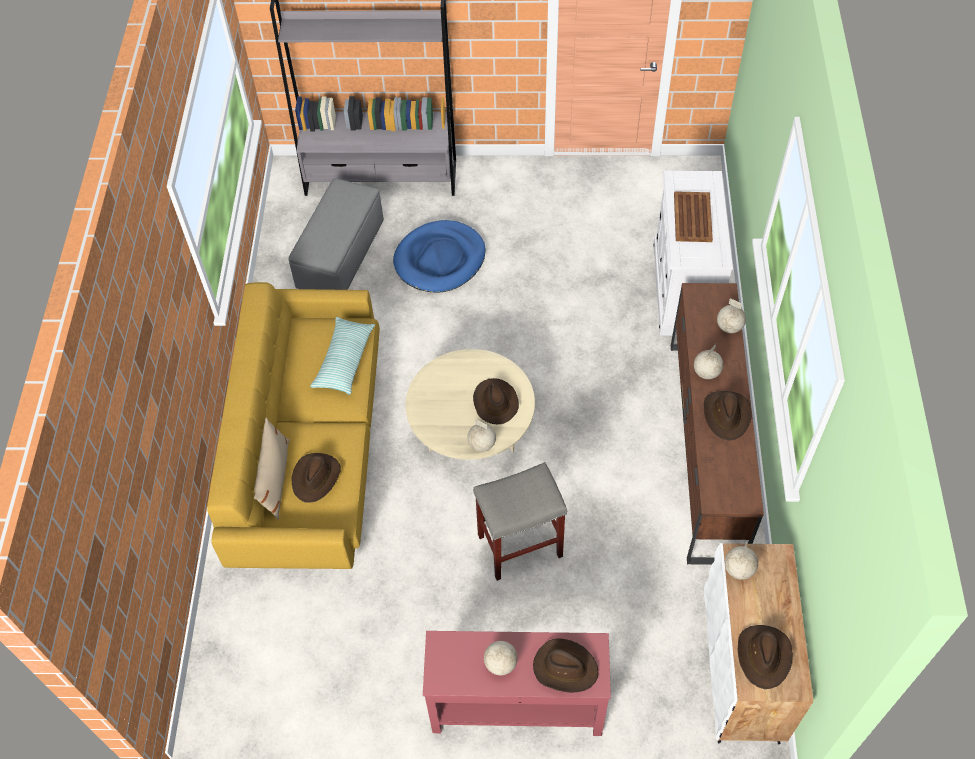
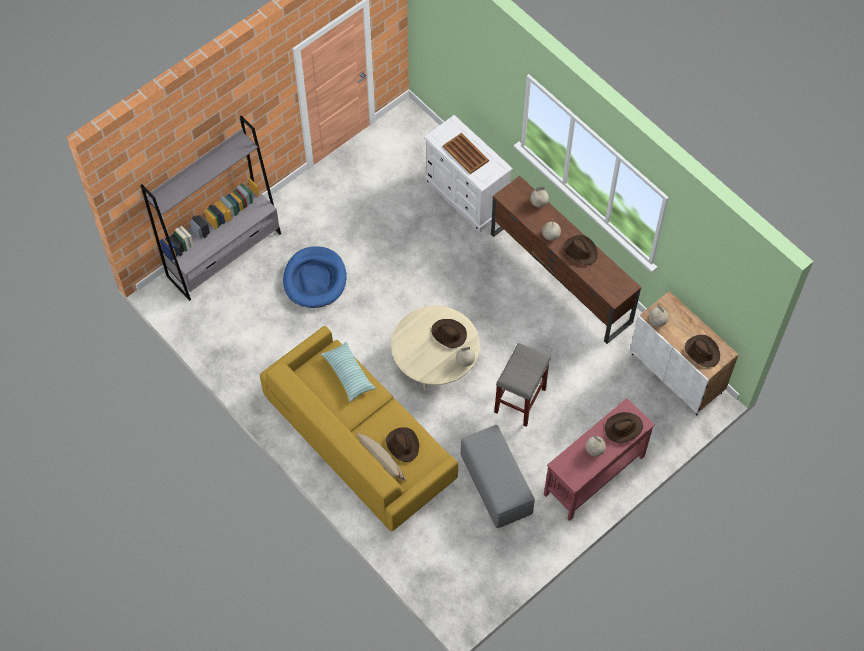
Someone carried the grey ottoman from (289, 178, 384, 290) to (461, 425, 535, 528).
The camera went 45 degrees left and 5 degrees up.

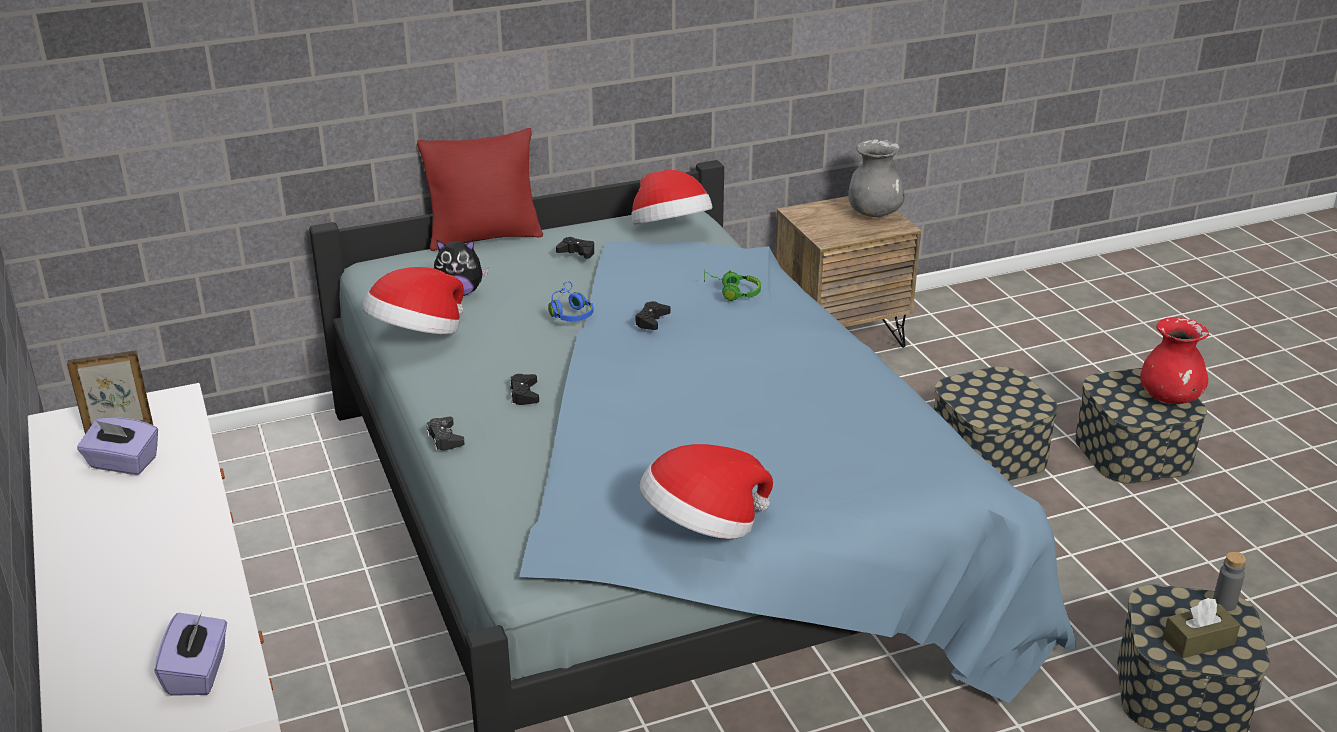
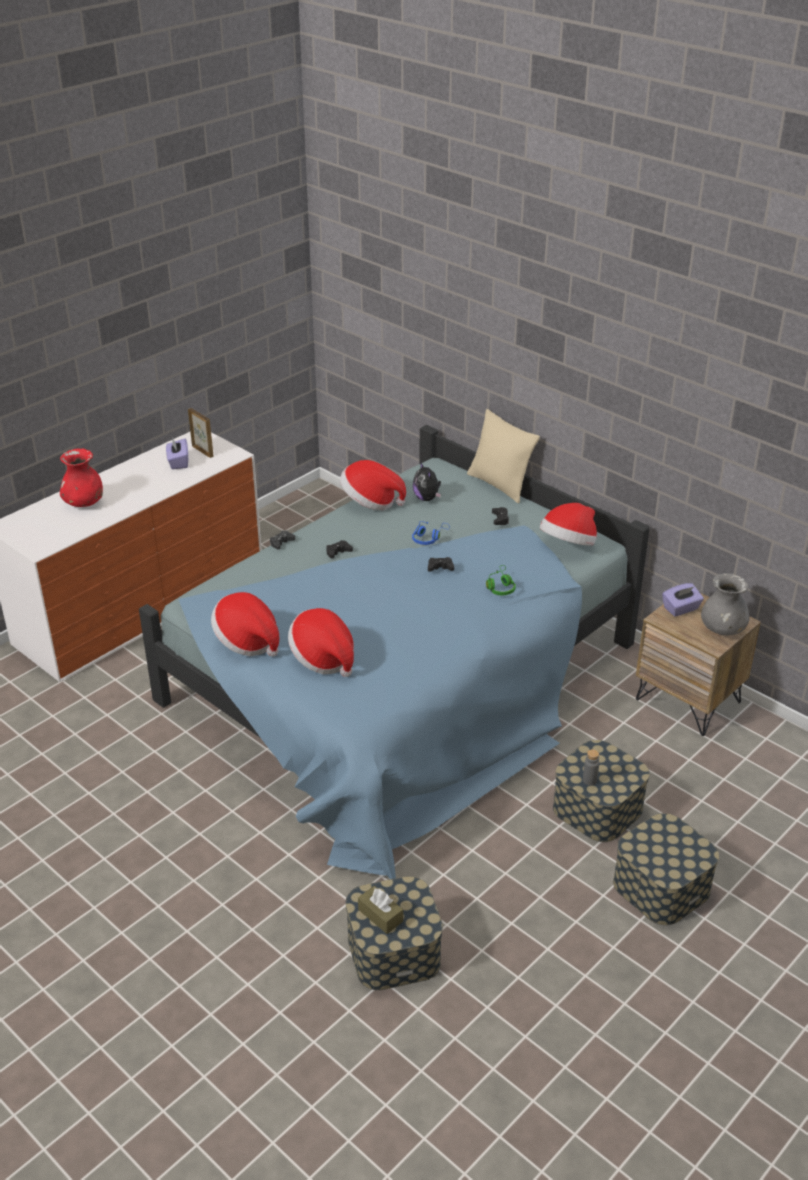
Someone put down the hat at (288, 608, 354, 677).
Someone carried the purple tissue box from (154, 612, 227, 696) to (662, 583, 704, 617).
Someone carried the red vase from (1140, 317, 1209, 404) to (60, 449, 103, 507).
Someone carried the grey bottle from (1213, 552, 1246, 611) to (583, 749, 599, 786).
Someone repainted the red pillow at (417, 128, 543, 251), which became the beige pillow at (467, 409, 540, 503).
The camera went 65 degrees right and 5 degrees up.

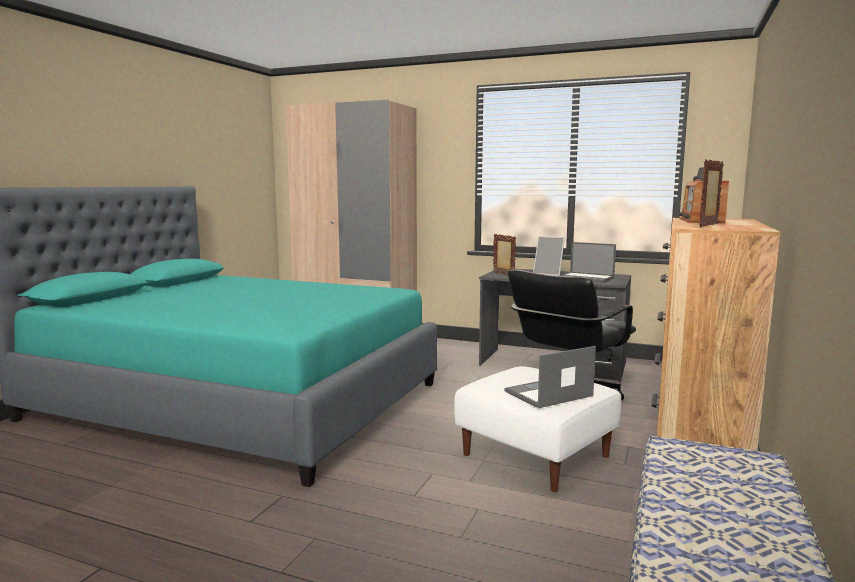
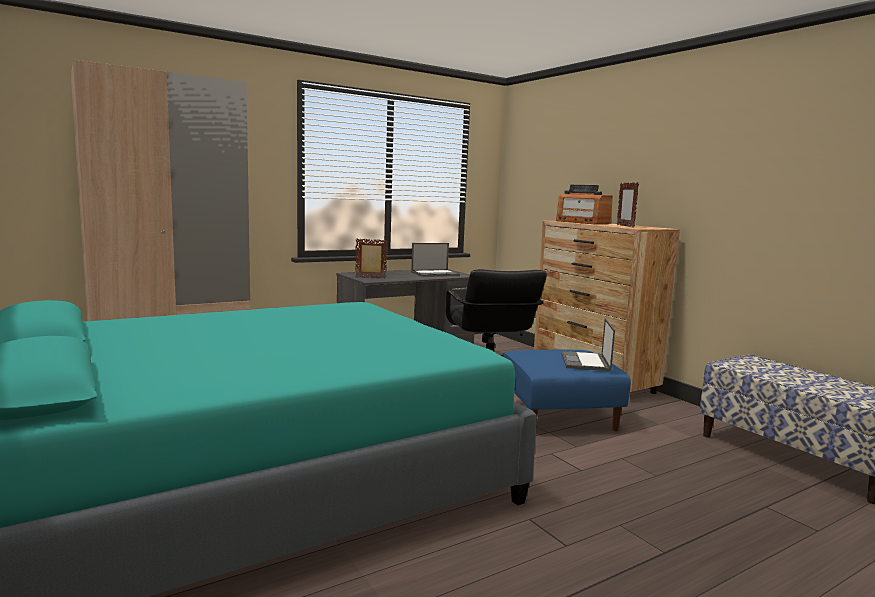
Someone took away the picture frame at (533, 236, 565, 276).
Someone repainted the white ottoman at (454, 366, 621, 492), which became the blue ottoman at (503, 350, 631, 431).
The camera went 55 degrees left and 0 degrees up.

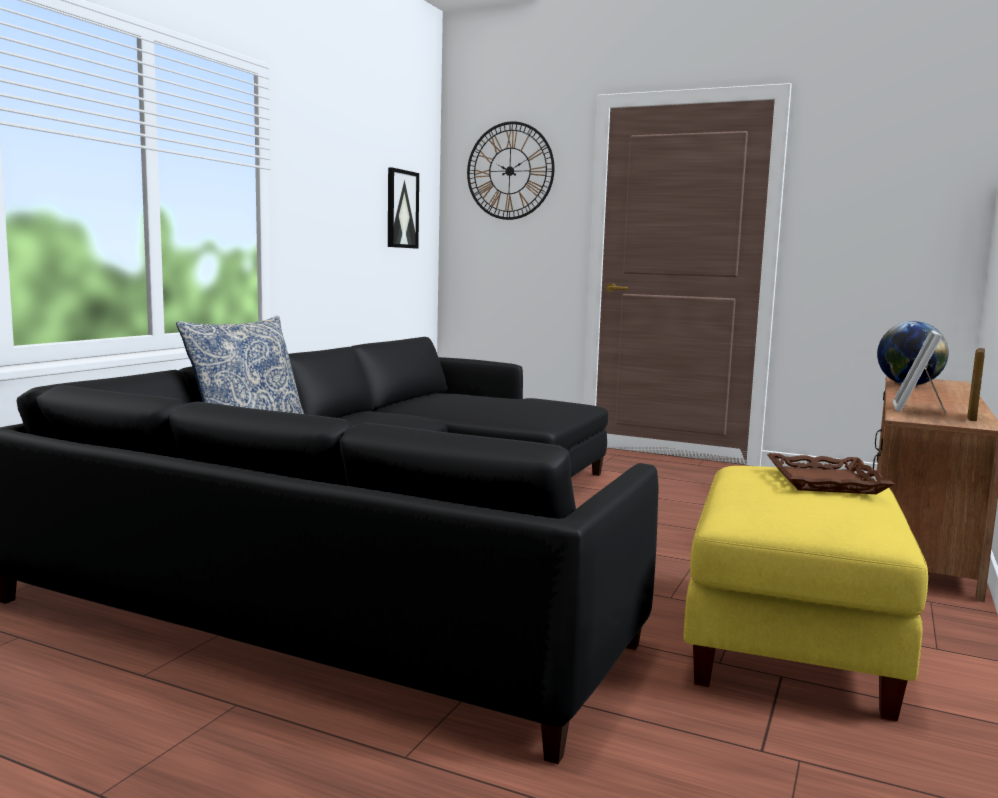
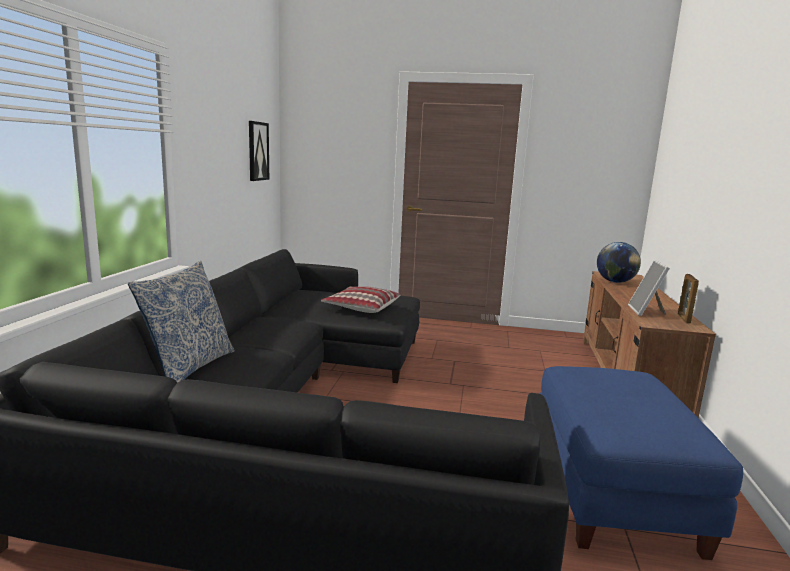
Someone took away the wall clock at (467, 121, 554, 220).
Someone took away the brown tray at (767, 453, 895, 494).
Someone put down the pillow at (321, 287, 400, 313).
Someone repainted the yellow ottoman at (684, 466, 928, 721), which became the blue ottoman at (539, 366, 743, 560).
The camera went 15 degrees left and 5 degrees up.

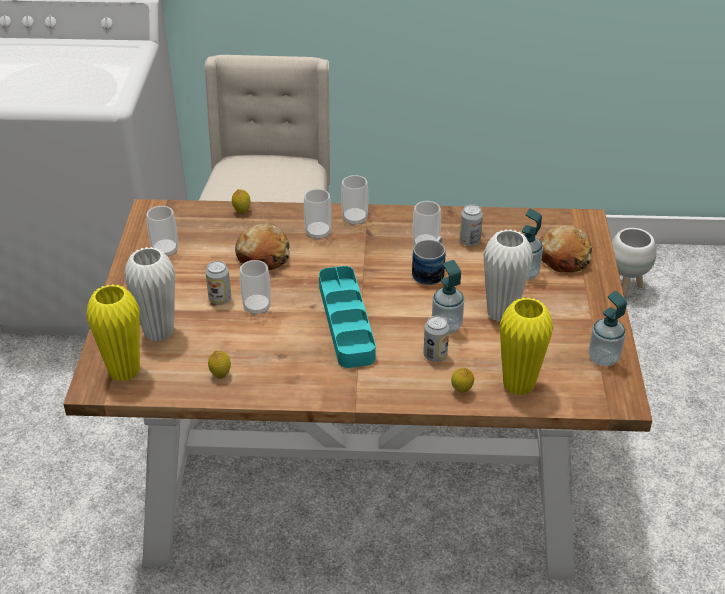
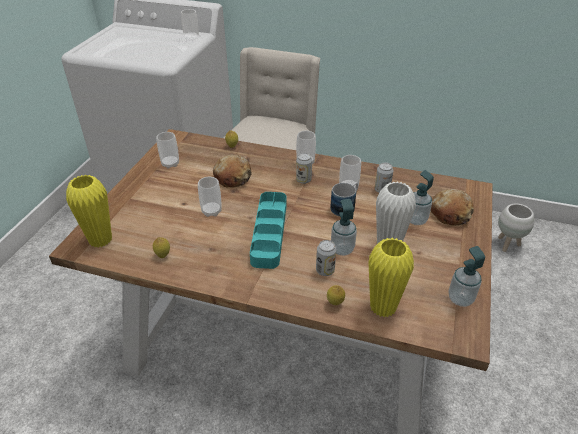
Someone took away the white vase at (124, 247, 175, 342).
Someone carried the can from (205, 261, 231, 305) to (296, 153, 312, 184).
Someone carried the cup from (304, 189, 332, 240) to (181, 9, 199, 41).
The camera went 15 degrees right and 0 degrees up.

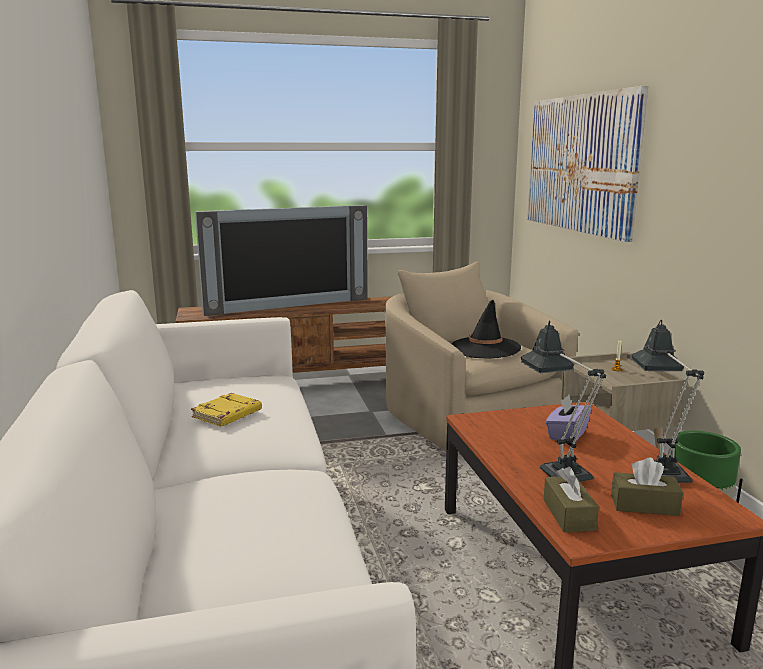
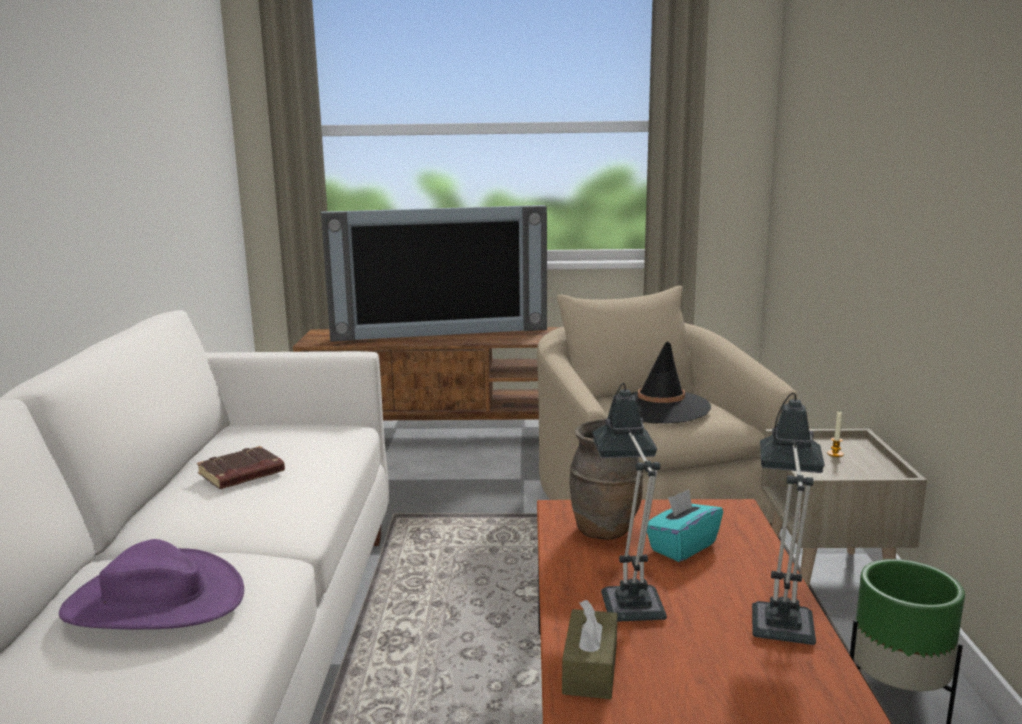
Someone took away the picture at (527, 86, 648, 242).
Someone took away the brown tissue box at (611, 458, 683, 516).
Someone put down the purple hat at (59, 539, 244, 629).
Someone put down the brown vase at (569, 419, 643, 540).
Someone repainted the yellow book at (191, 393, 262, 426), which became the brown book at (197, 446, 285, 489).
Someone repainted the purple tissue box at (546, 395, 592, 441), which became the turquoise tissue box at (647, 489, 723, 562).
The camera went 15 degrees right and 0 degrees up.

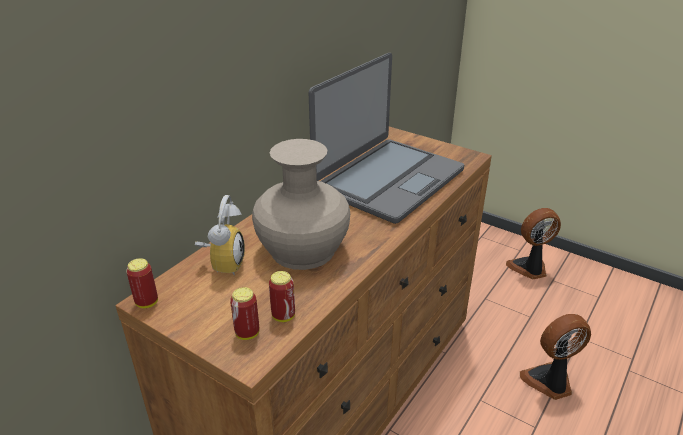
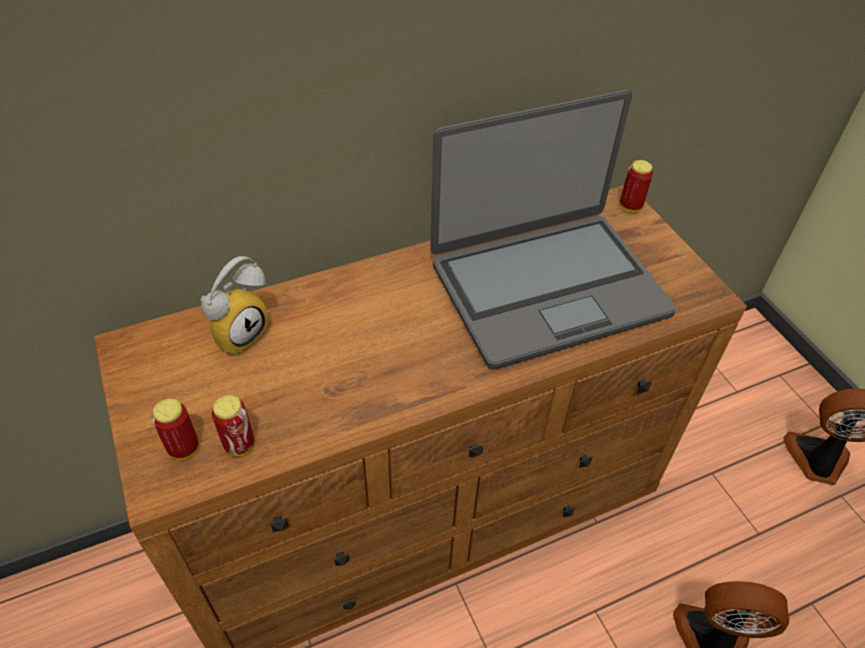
Someone took away the beige vase at (252, 139, 350, 270).
Someone carried the can from (126, 258, 158, 308) to (620, 160, 653, 213).
The camera went 30 degrees right and 15 degrees up.

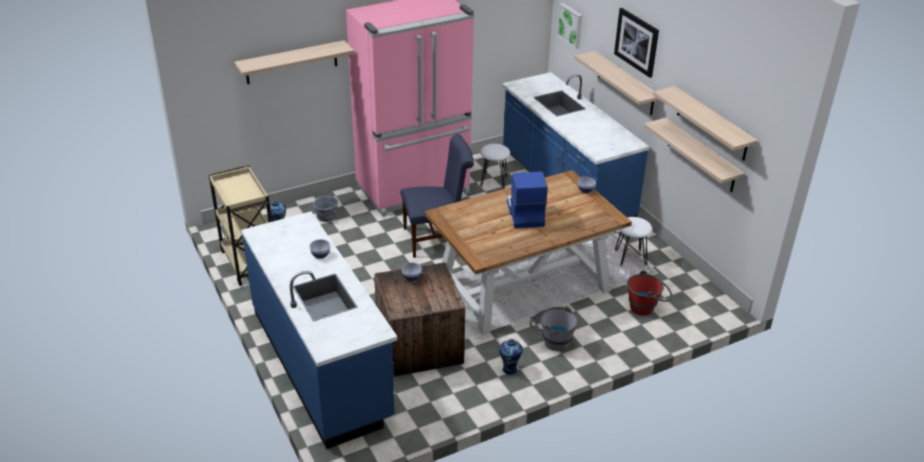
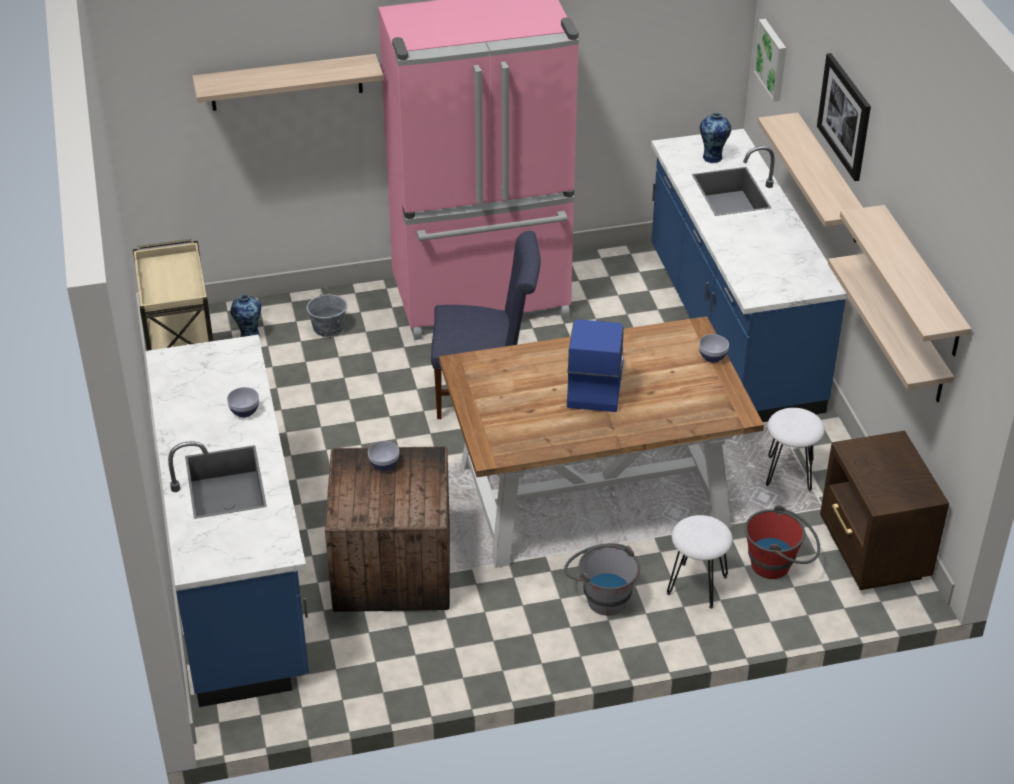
Someone put down the brown nightstand at (820, 430, 949, 590).
Someone carried the white stool from (480, 144, 510, 189) to (667, 515, 733, 609).
Someone carried the vase from (499, 339, 523, 375) to (700, 112, 731, 163).
The camera went 15 degrees right and 5 degrees up.

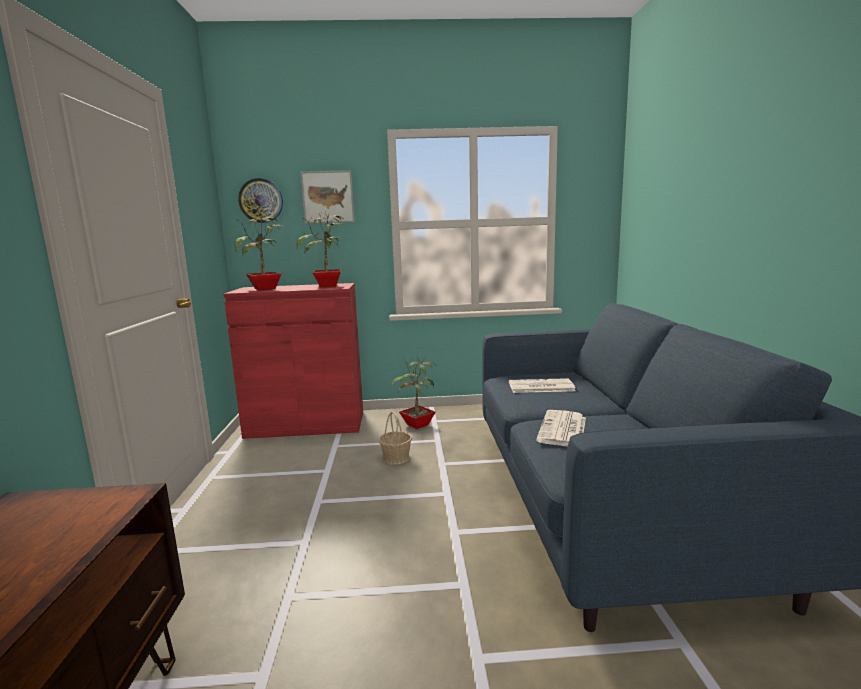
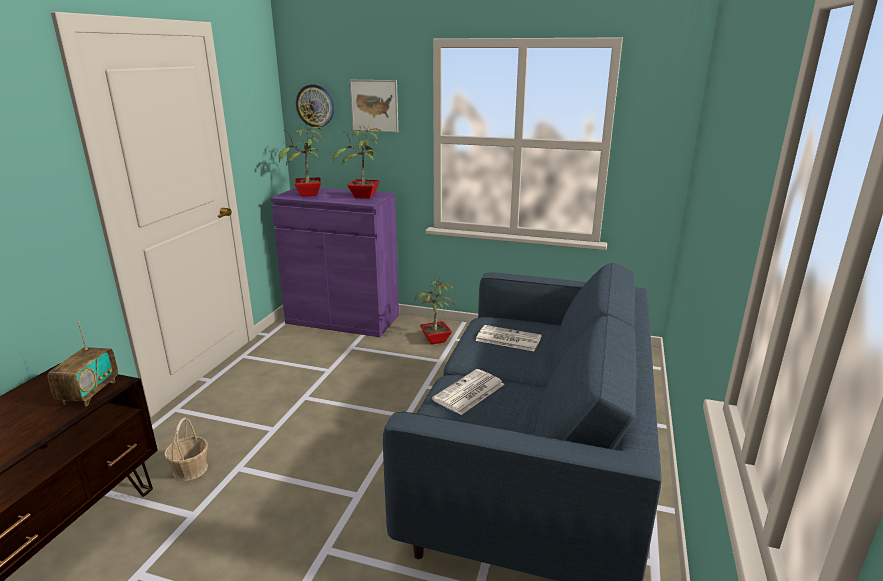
Someone put down the radio at (48, 321, 118, 406).
Someone carried the basket from (379, 411, 412, 465) to (164, 417, 208, 481).
Someone repainted the red cabinet at (224, 283, 363, 439), which became the purple cabinet at (270, 188, 399, 337).
The camera went 20 degrees right and 10 degrees up.

